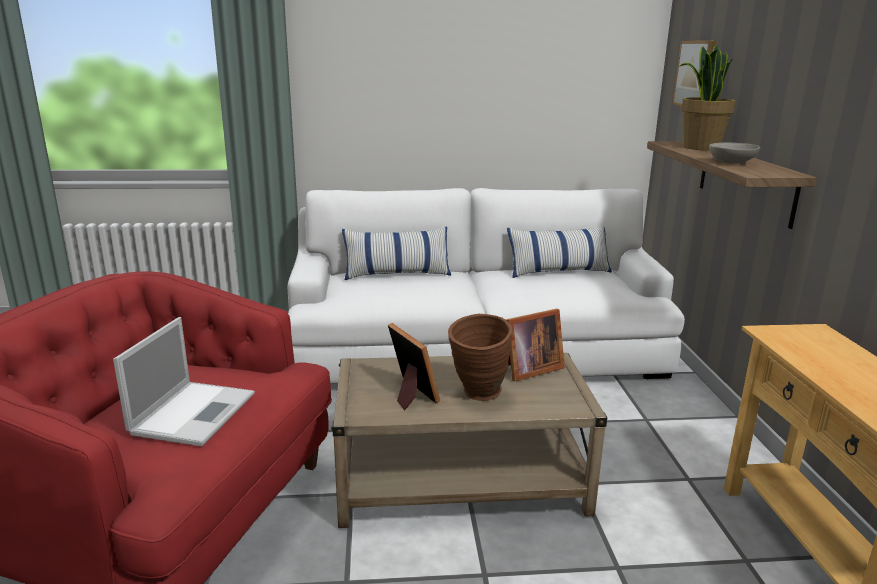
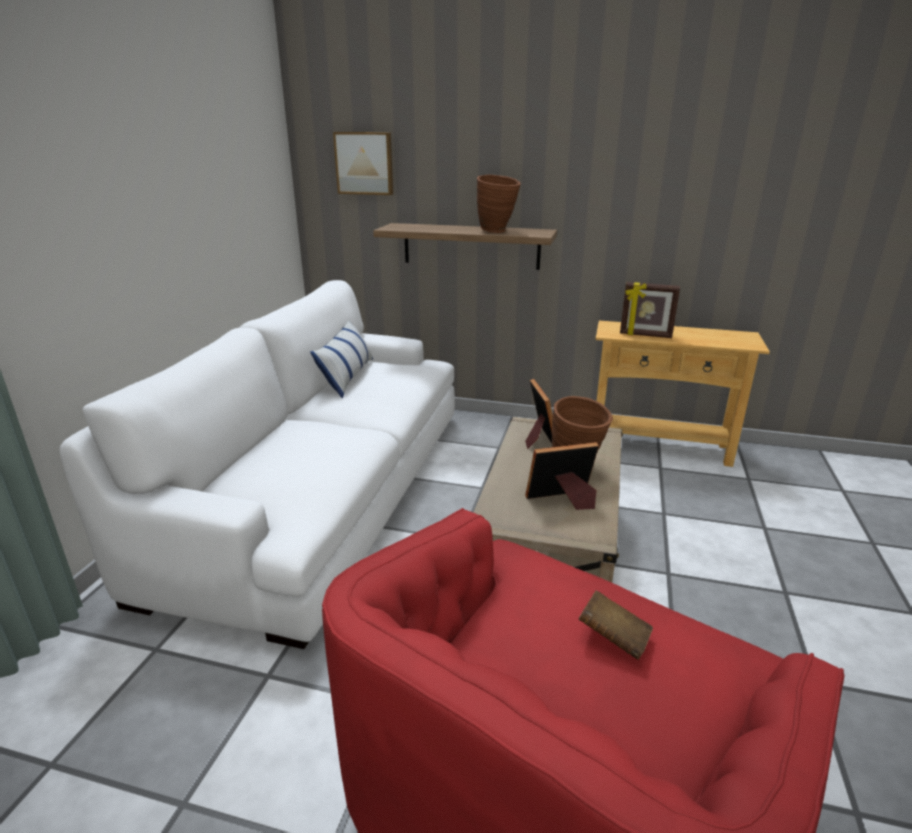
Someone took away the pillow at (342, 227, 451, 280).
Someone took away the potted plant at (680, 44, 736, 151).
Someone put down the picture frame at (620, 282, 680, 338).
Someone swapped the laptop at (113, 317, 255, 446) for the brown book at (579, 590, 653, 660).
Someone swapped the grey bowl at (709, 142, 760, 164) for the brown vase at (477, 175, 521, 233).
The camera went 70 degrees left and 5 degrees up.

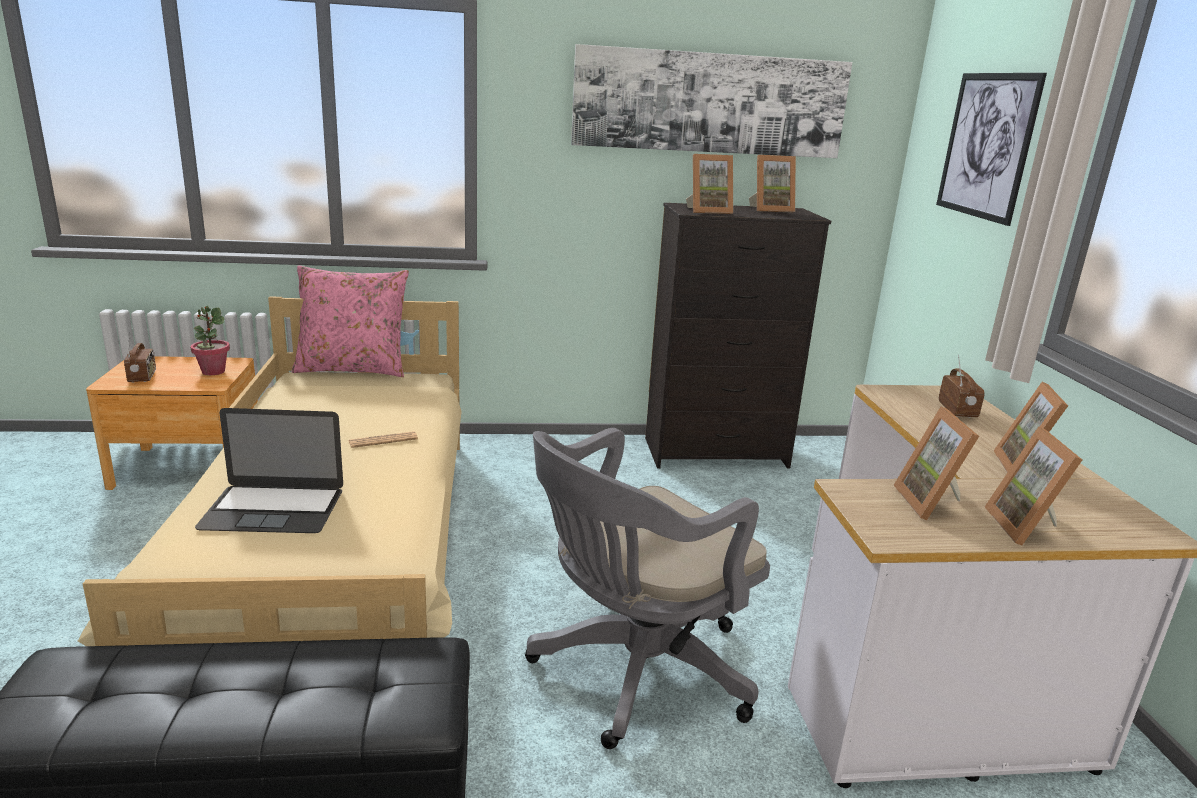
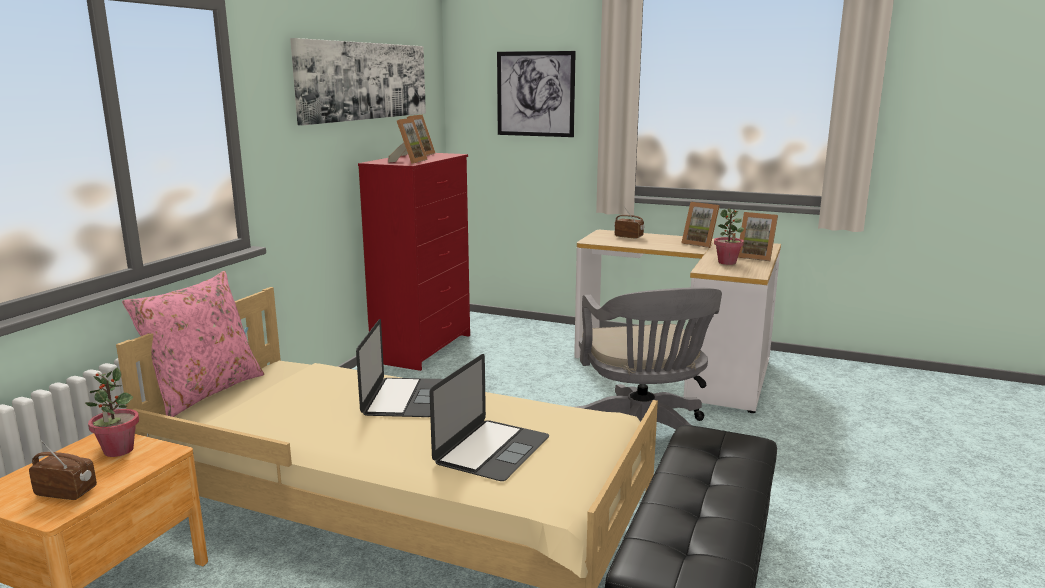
Someone swapped the newspaper at (349, 431, 418, 448) for the laptop at (356, 319, 443, 417).
Someone swapped the picture frame at (894, 407, 979, 520) for the potted plant at (714, 208, 744, 265).
Someone repainted the black dresser at (645, 203, 831, 469), which became the red dresser at (358, 153, 470, 371).
The camera went 60 degrees left and 5 degrees down.

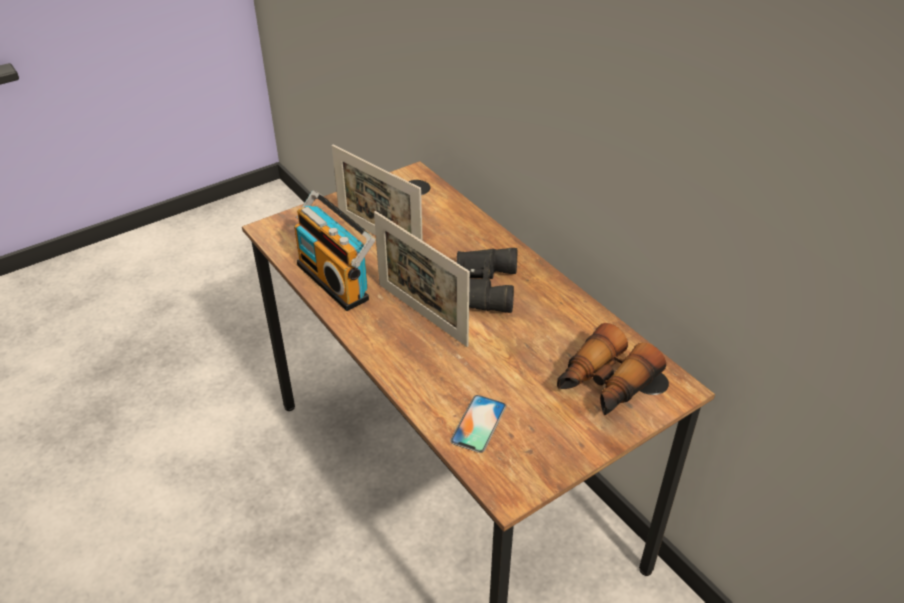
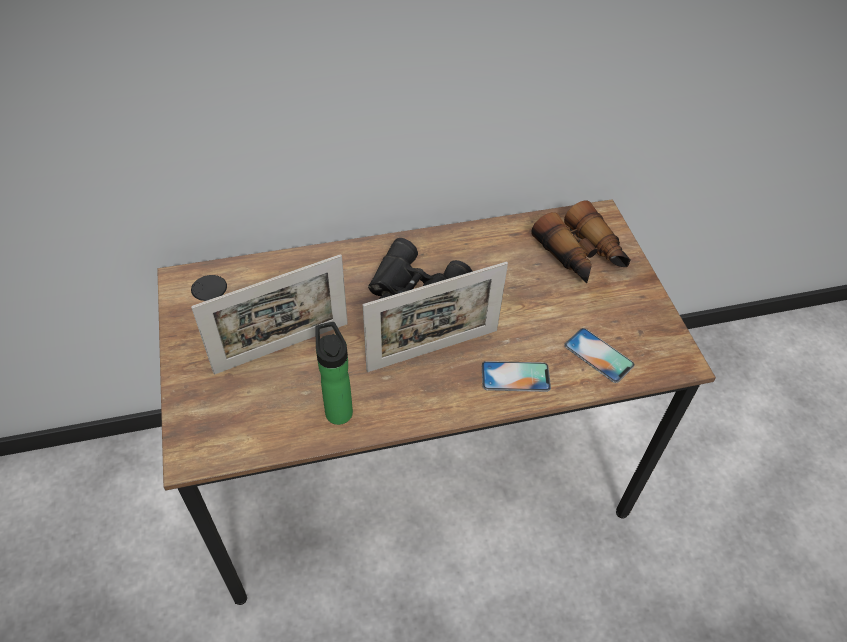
Someone put down the phone at (482, 361, 551, 392).
Someone swapped the radio at (294, 191, 375, 311) for the bottle at (315, 322, 353, 425).
The camera went 70 degrees left and 10 degrees up.

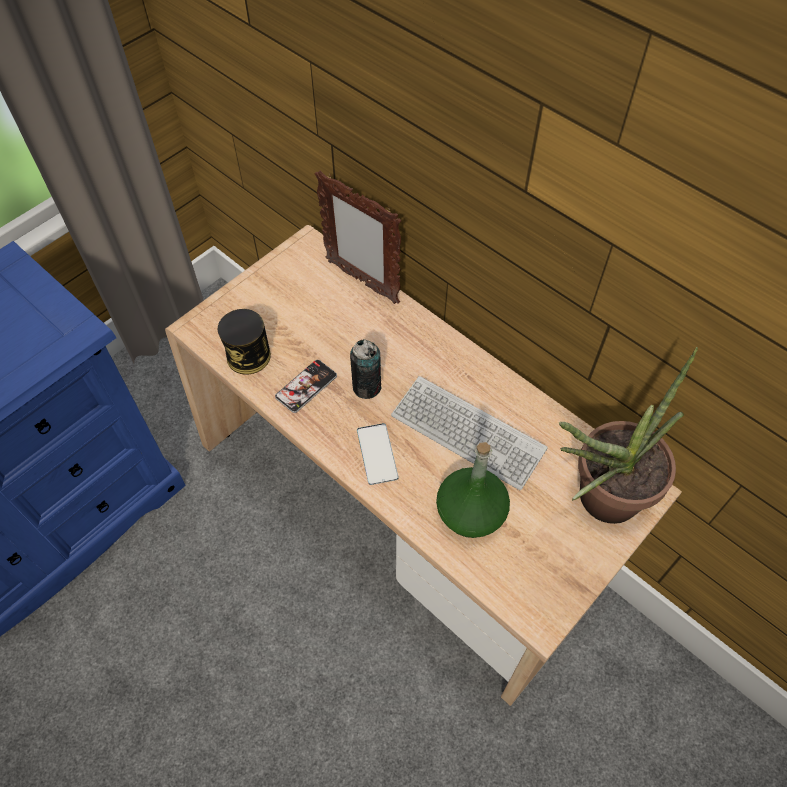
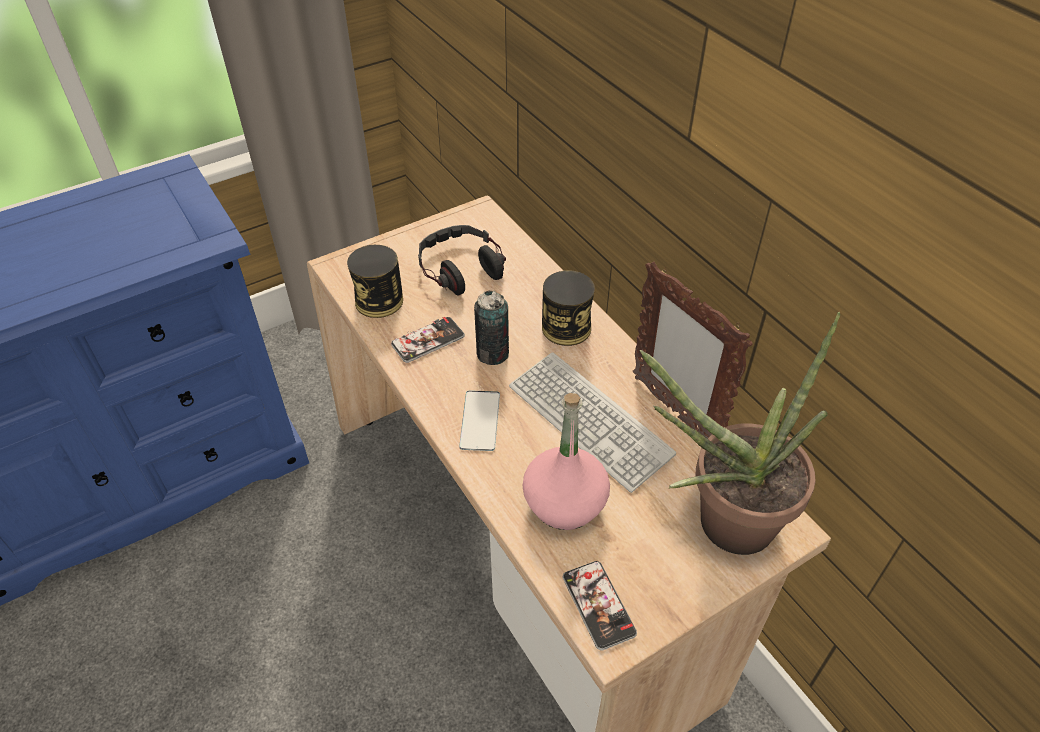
Someone put down the headphones at (418, 225, 506, 296).
Someone put down the can at (542, 270, 595, 346).
Someone put down the phone at (563, 561, 637, 651).
Someone carried the picture frame from (315, 170, 401, 304) to (633, 262, 753, 439).
Someone repainted the green bottle at (436, 442, 510, 538), which became the pink bottle at (522, 393, 610, 530).
The camera went 15 degrees right and 10 degrees down.

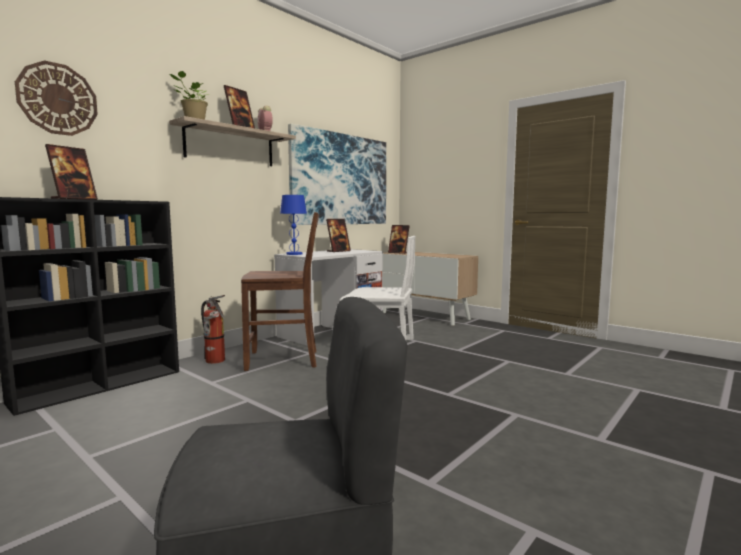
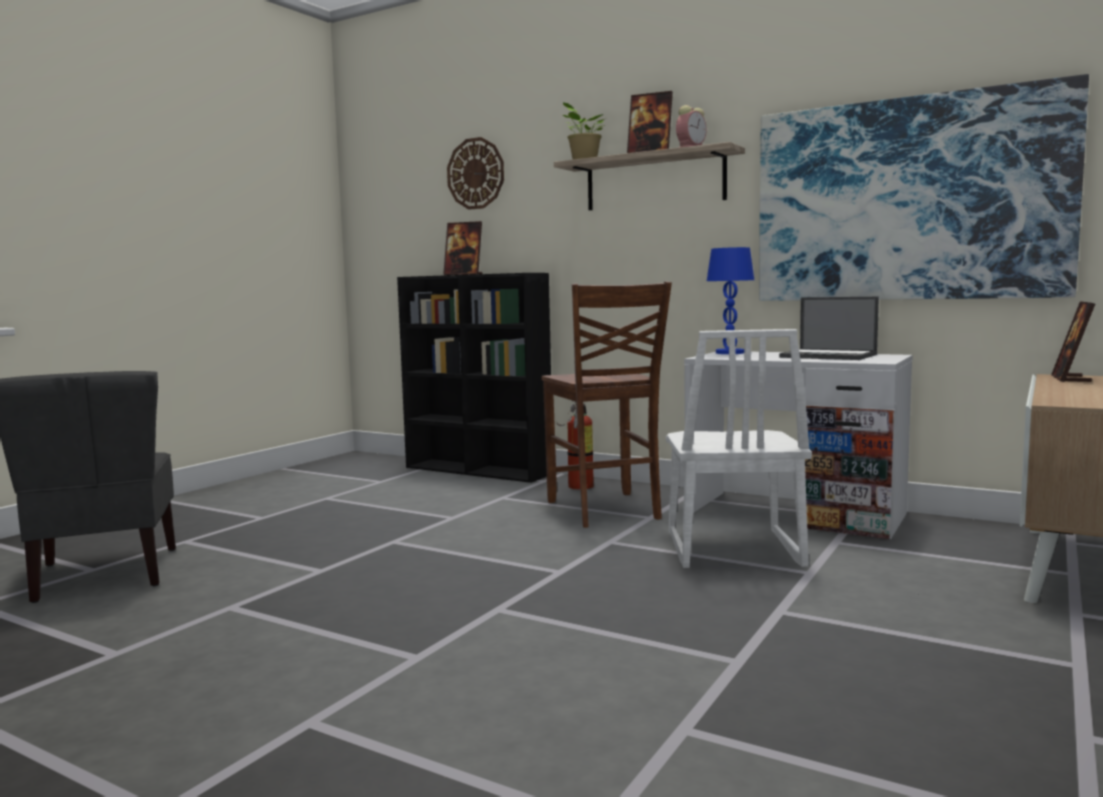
Someone swapped the picture frame at (326, 219, 351, 252) for the laptop at (779, 297, 879, 360).
The camera went 80 degrees right and 0 degrees up.

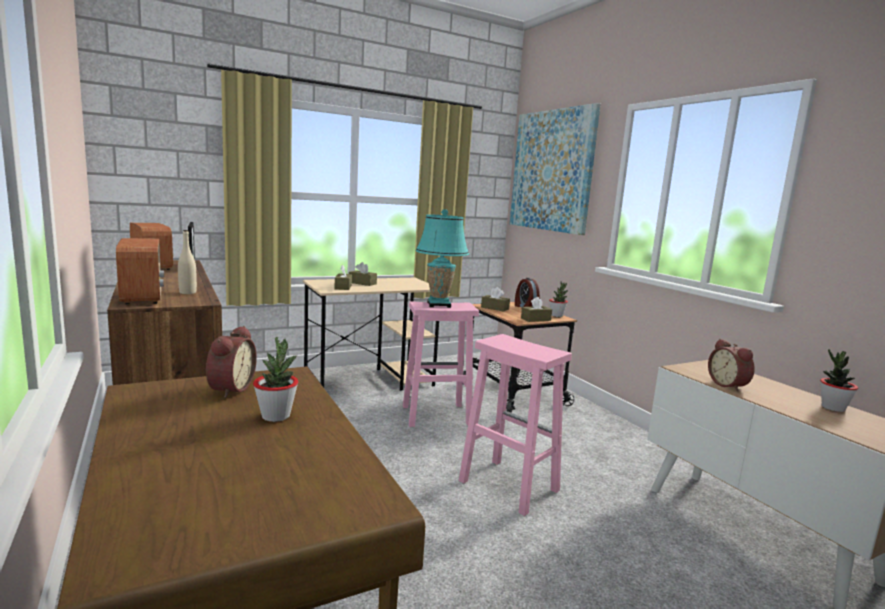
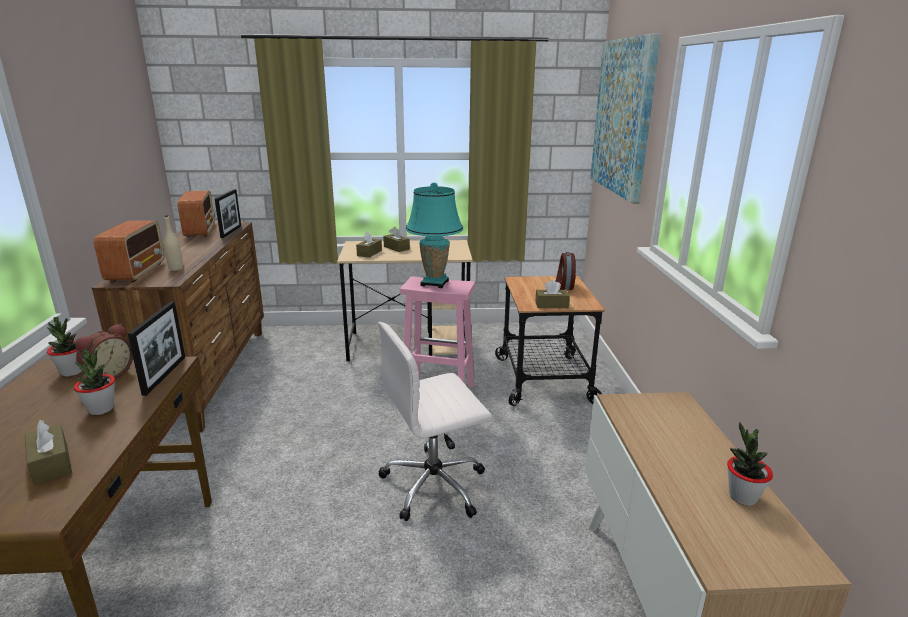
Someone took away the alarm clock at (708, 339, 755, 392).
Someone put down the picture frame at (128, 302, 185, 396).
Someone carried the brown tissue box from (481, 287, 510, 312) to (25, 420, 72, 485).
Someone carried the potted plant from (549, 281, 568, 317) to (47, 317, 82, 376).
Someone swapped the pink stool at (459, 334, 572, 516) for the white office chair at (378, 322, 492, 521).
The camera went 25 degrees right and 10 degrees up.

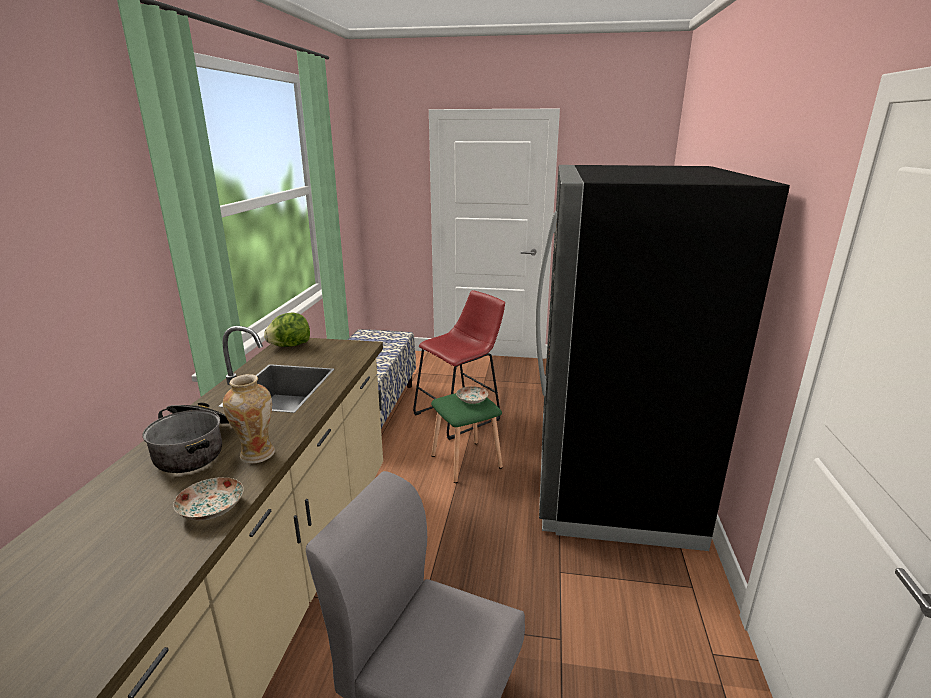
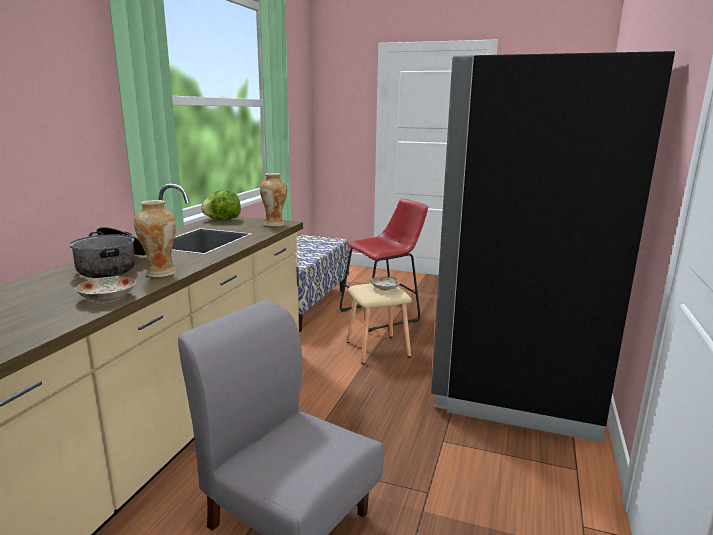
Someone put down the vase at (260, 173, 287, 227).
Someone repainted the green stool at (431, 393, 503, 483), which became the beige stool at (347, 283, 412, 364).
The camera went 10 degrees right and 5 degrees down.

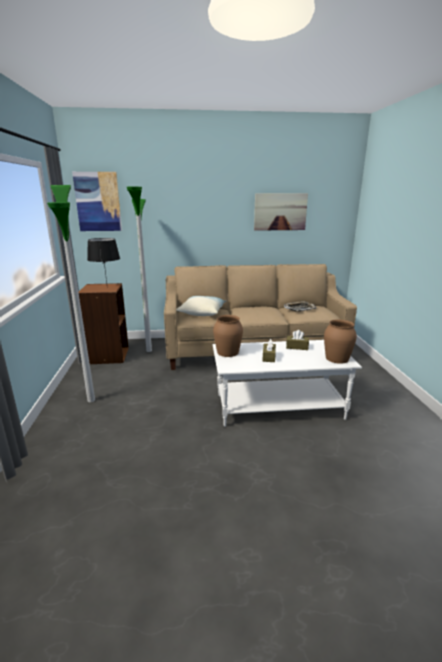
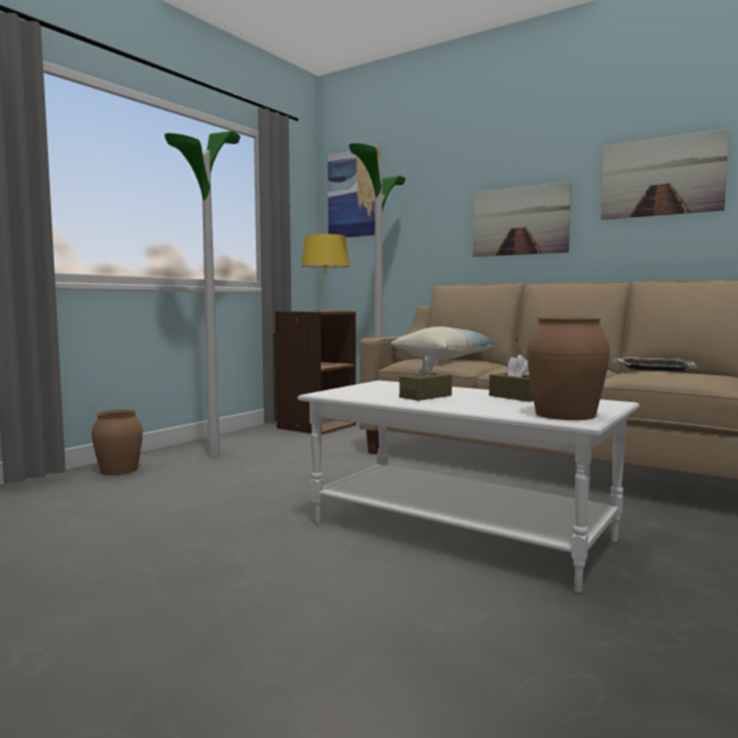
Someone put up the picture at (473, 182, 571, 257).
Someone carried the brown vase from (213, 315, 243, 357) to (91, 410, 143, 475).
Someone repainted the black table lamp at (87, 238, 120, 283), which became the yellow table lamp at (301, 234, 350, 298).
The camera went 40 degrees right and 15 degrees down.

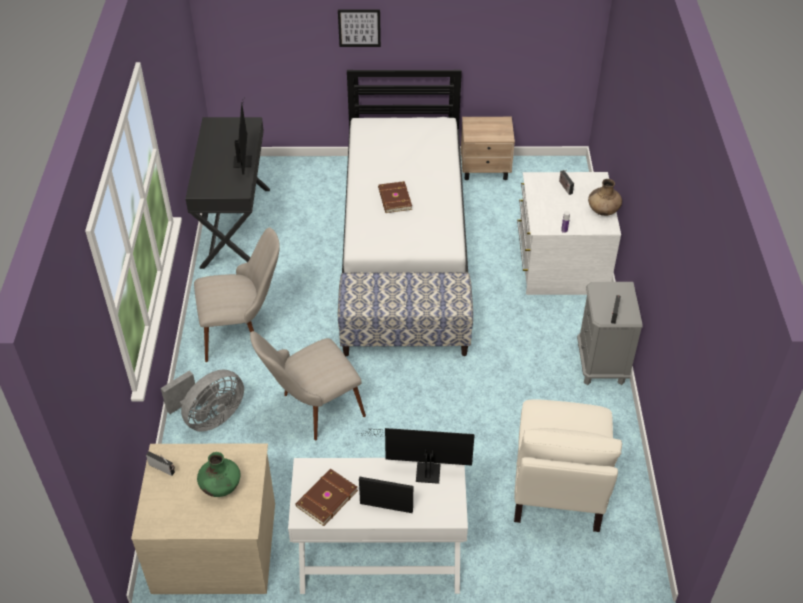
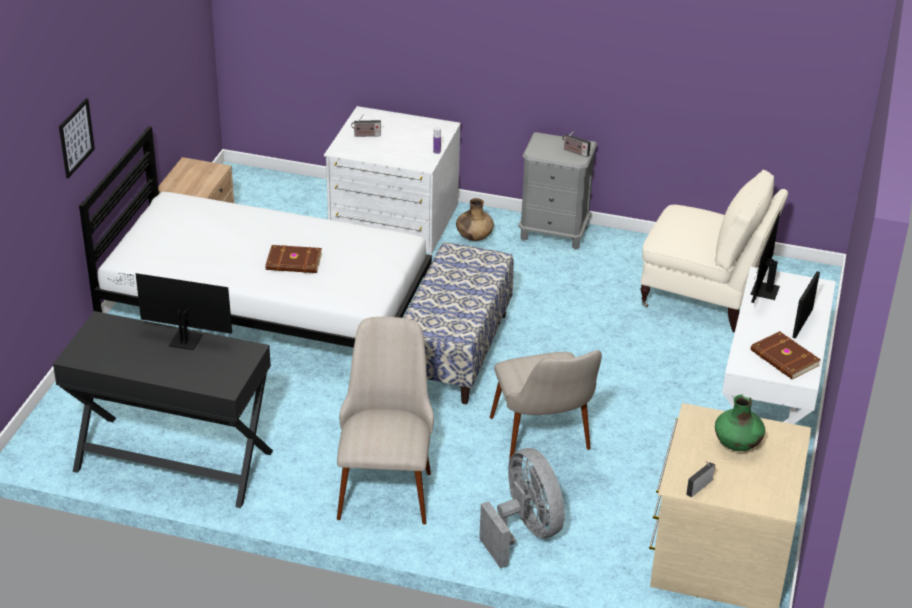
Someone carried the brown vase from (588, 179, 622, 216) to (456, 198, 494, 241).
The camera went 75 degrees left and 10 degrees down.

